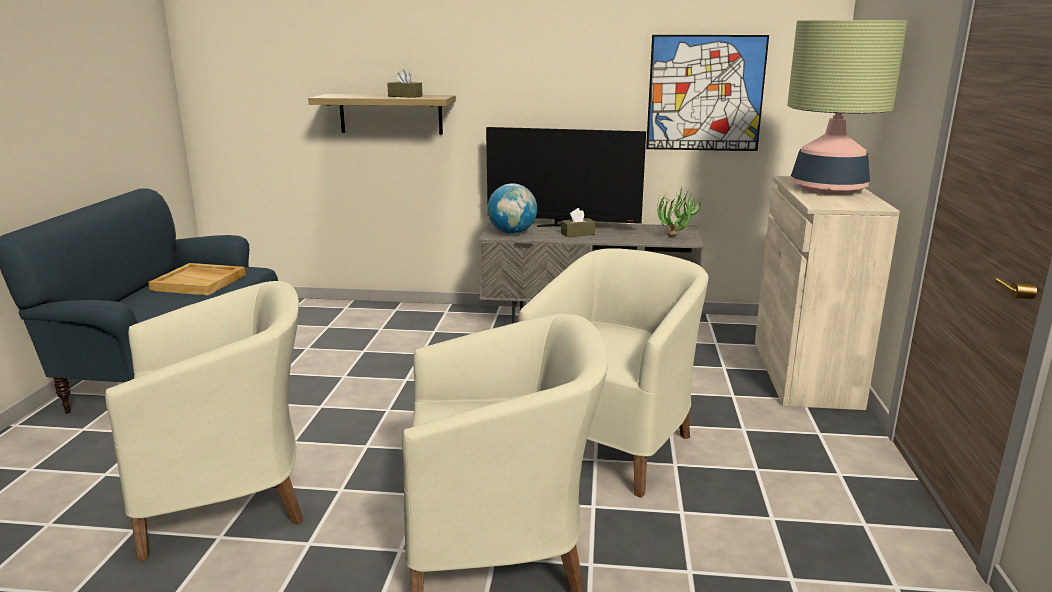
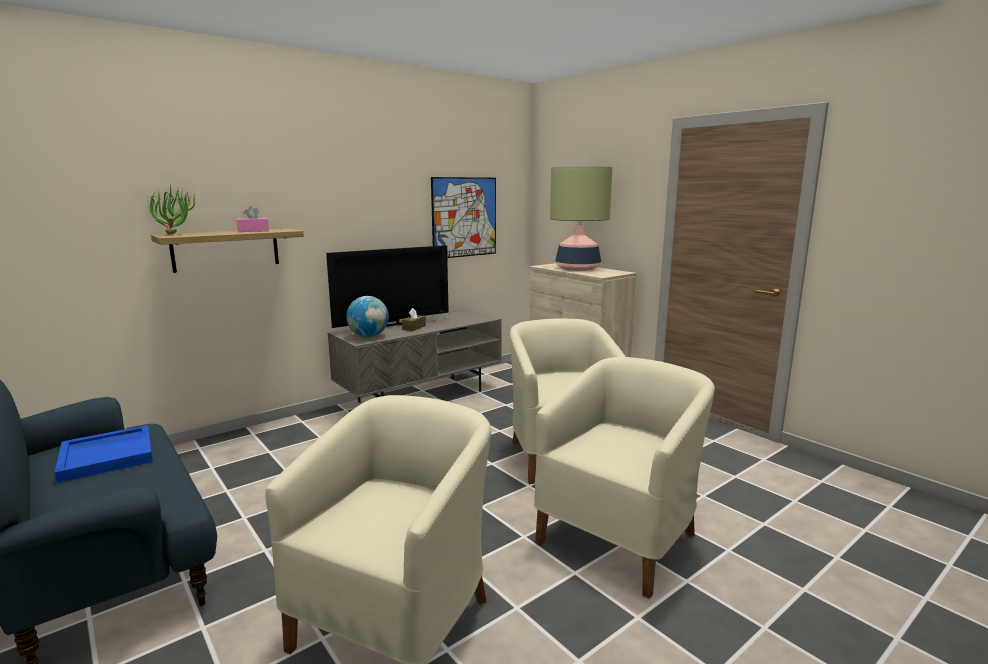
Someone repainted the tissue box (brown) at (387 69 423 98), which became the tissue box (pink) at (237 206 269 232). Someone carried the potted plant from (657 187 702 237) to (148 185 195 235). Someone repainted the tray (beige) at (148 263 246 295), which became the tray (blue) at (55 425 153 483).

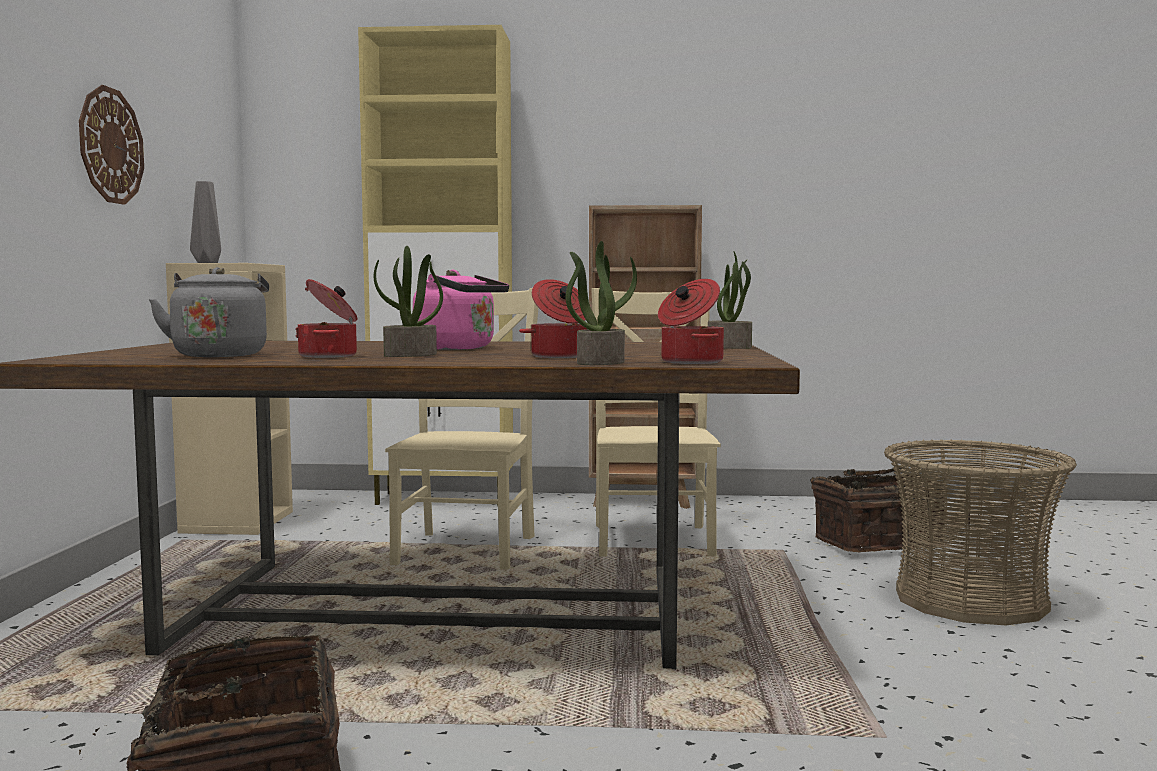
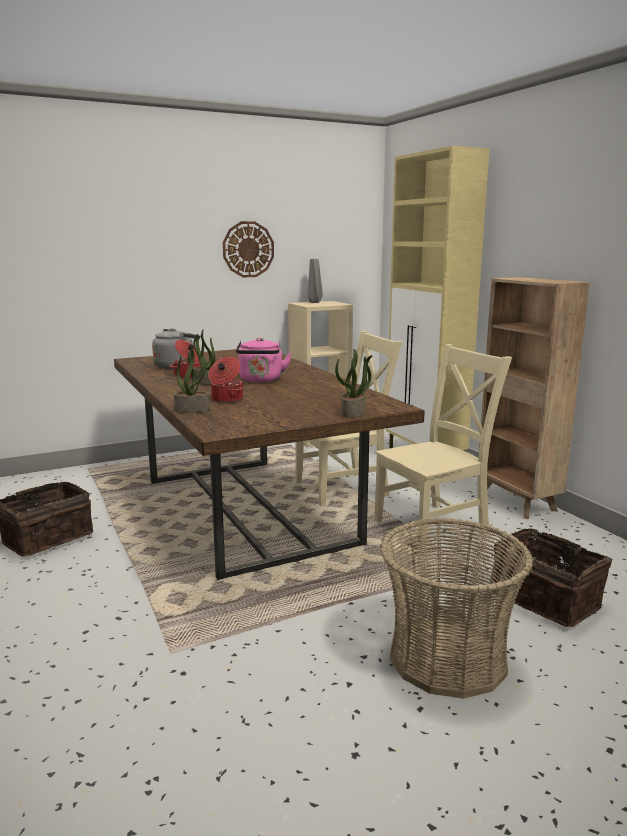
Someone took away the cooking pot at (658 279 724 364).

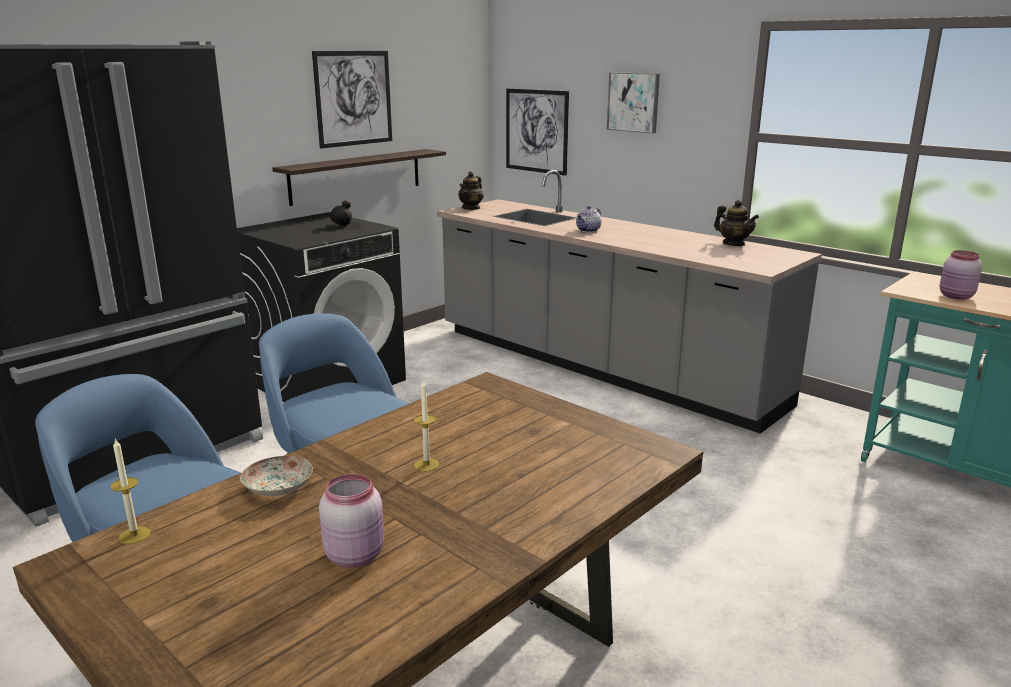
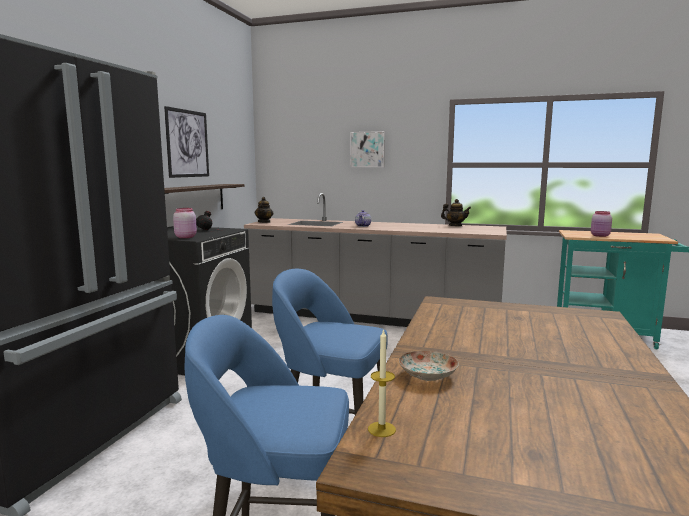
Someone took away the picture at (506 88 569 176). Someone took away the candle at (414 380 439 471). Someone carried the jar (pink) from (319 474 384 568) to (173 208 197 238).

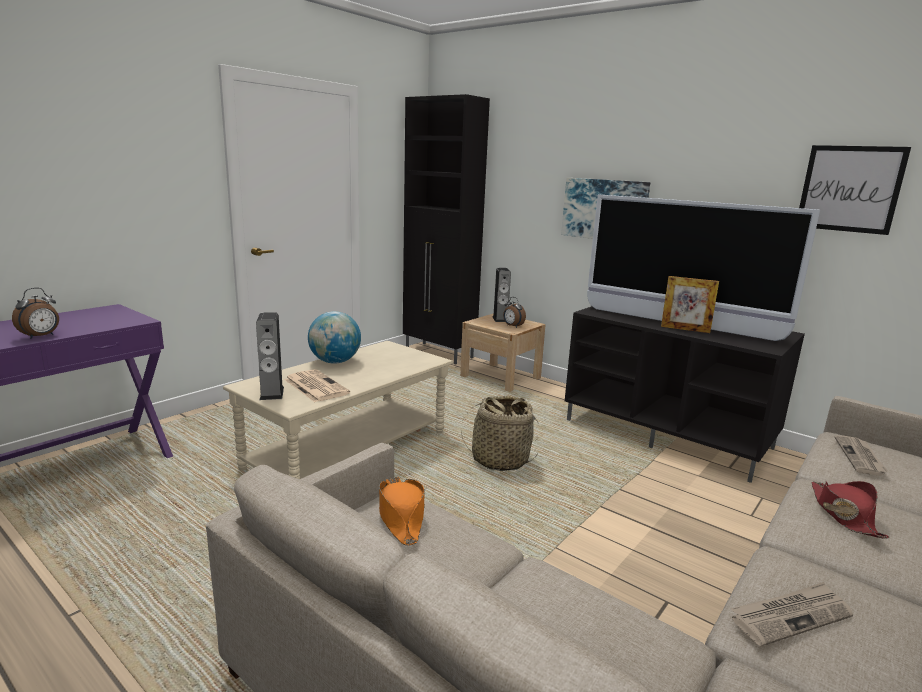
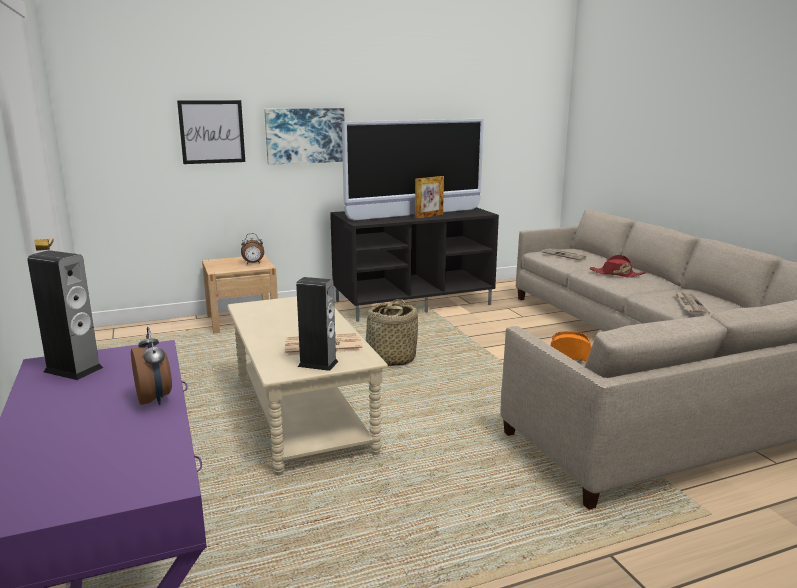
Someone took away the cabinet (black) at (403 94 490 365). Someone carried the picture from (799 145 911 235) to (177 100 245 164). Someone carried the speaker from (492 268 511 322) to (27 250 103 380). Someone took away the globe at (308 311 361 363).

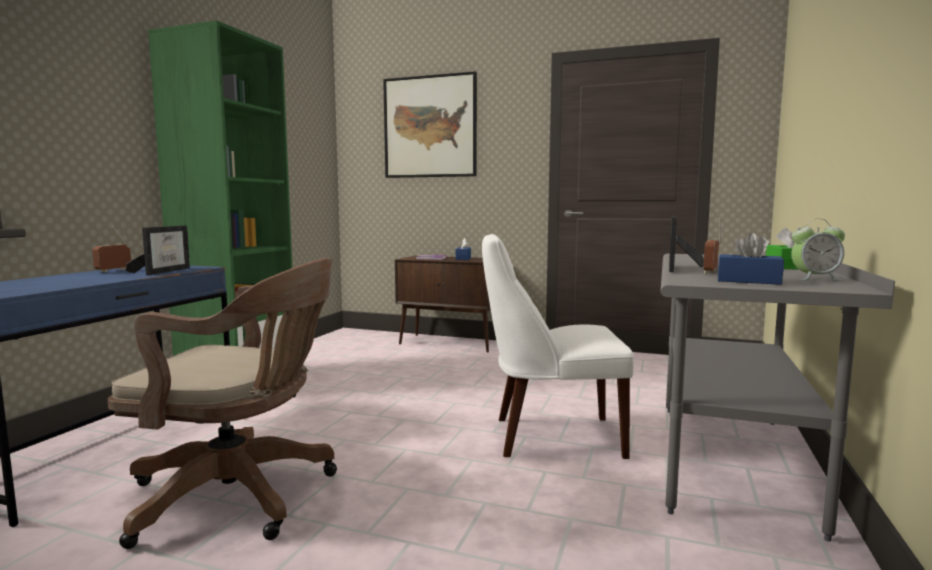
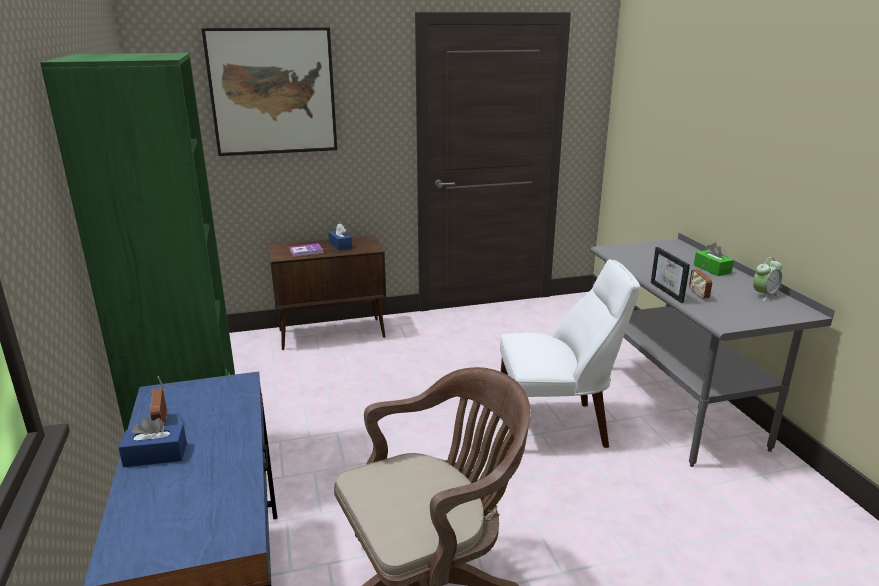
Someone took away the picture frame at (125 225 190 275). Someone carried the tissue box (blue) from (718 233 784 285) to (118 416 187 467). Someone rotated the chair (white) at (482 234 634 459) by 150 degrees counterclockwise.

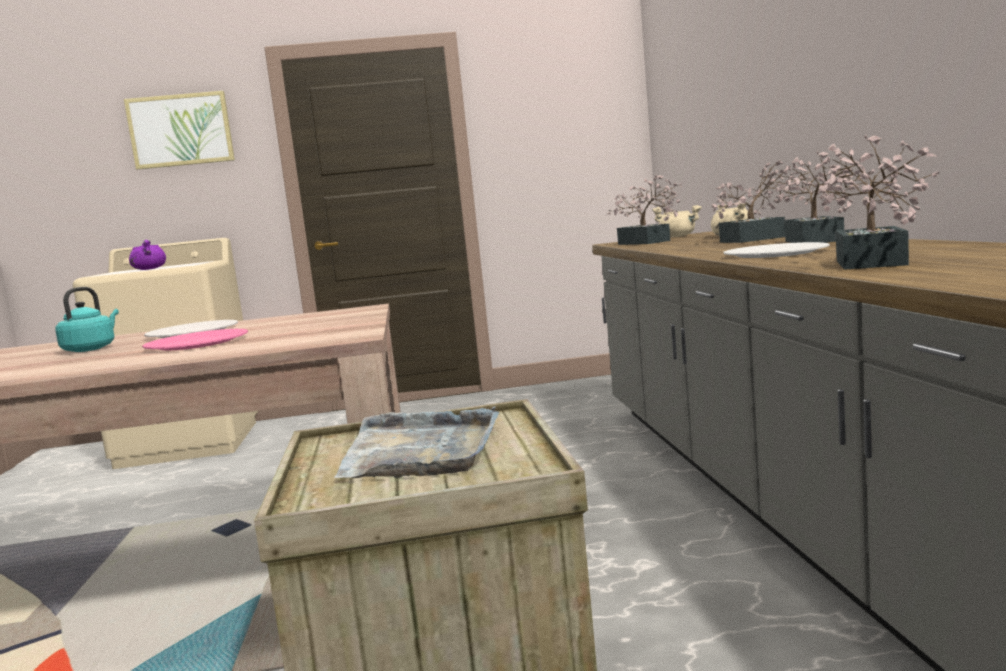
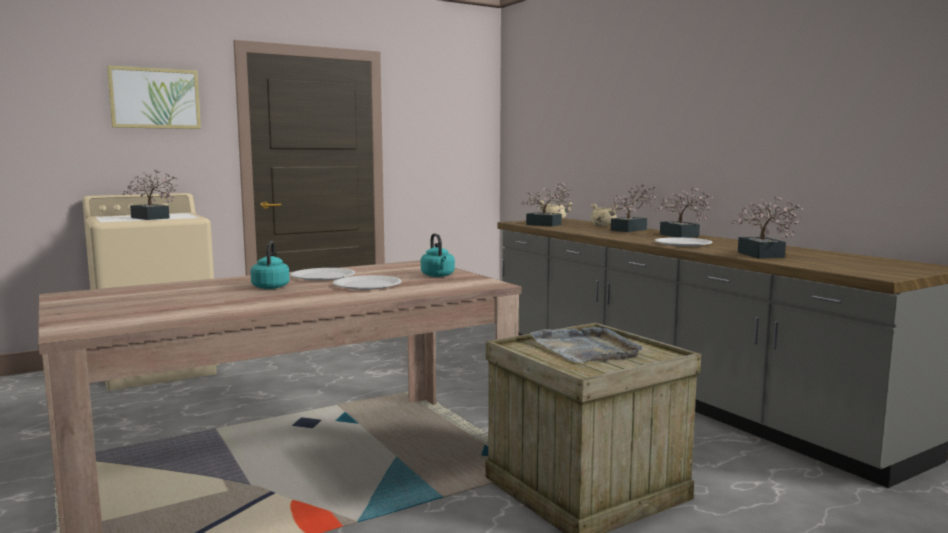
Someone swapped the cooking pot (purple) at (129 240 166 270) for the potted plant at (122 170 179 220). Someone repainted the plate (pink) at (142 329 248 351), which became the plate (white) at (333 275 402 290). Someone put down the kettle (turquoise) at (421 233 455 277).

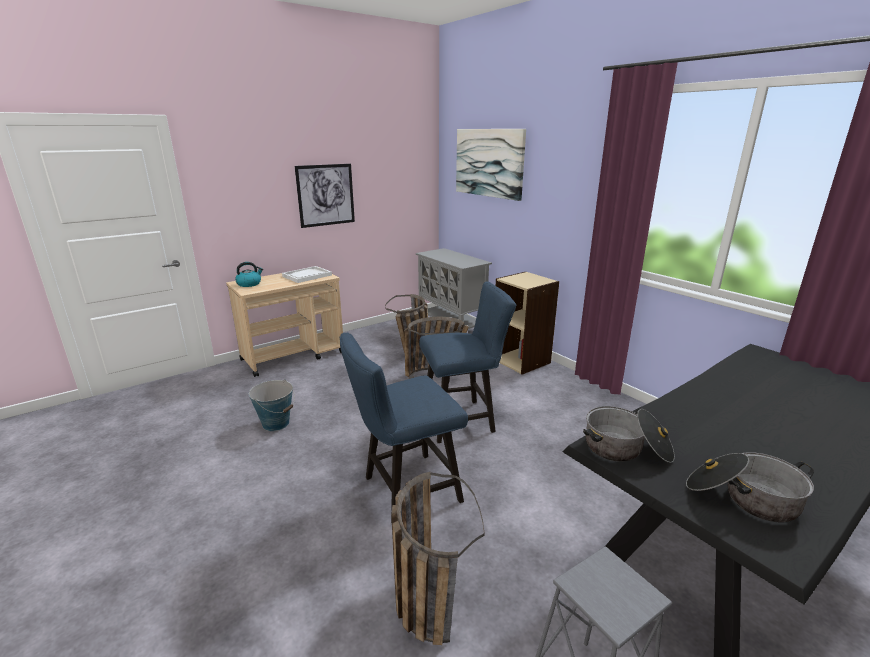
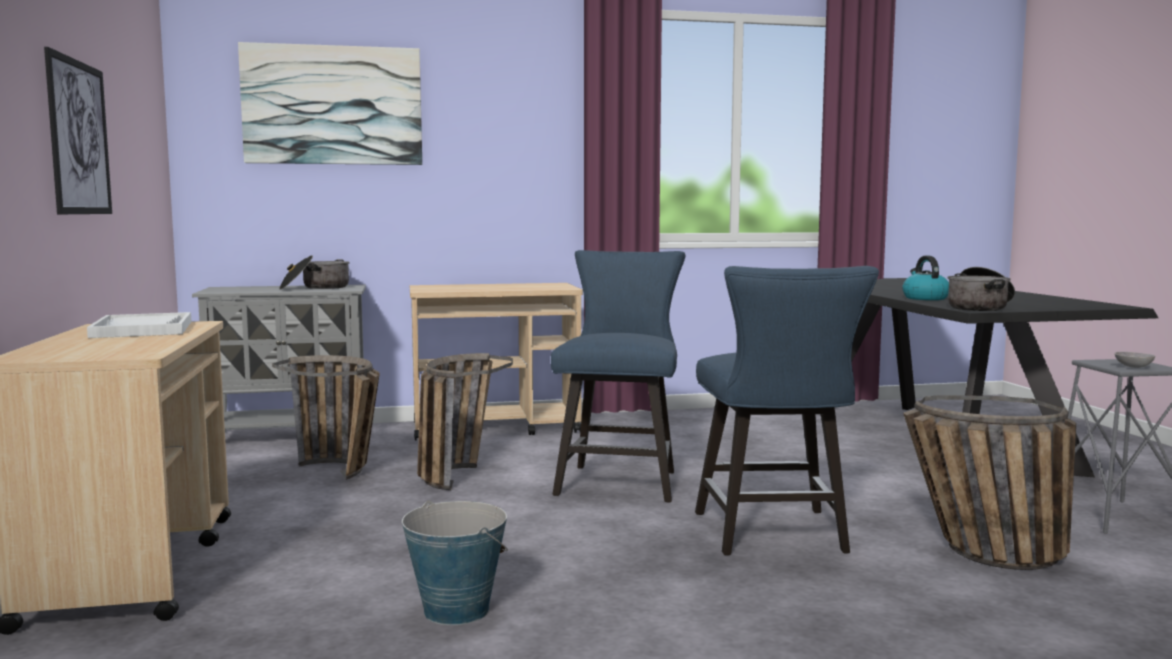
Someone carried the kettle from (235 262 263 287) to (902 256 949 300). Someone swapped the bookcase (beige) at (496 272 559 374) for the cart (beige) at (410 283 583 441). Someone carried the cooking pot from (686 452 814 523) to (279 255 350 289). Someone put down the bowl (grey) at (1114 352 1155 368).

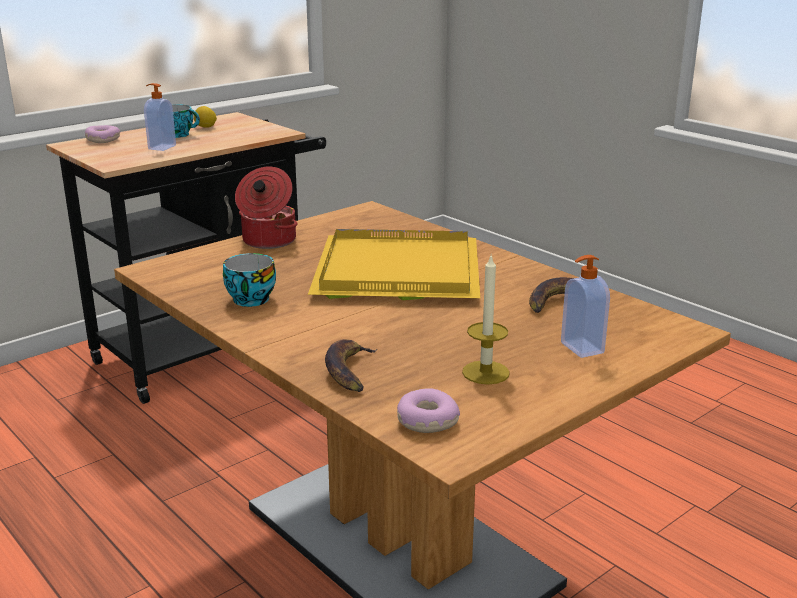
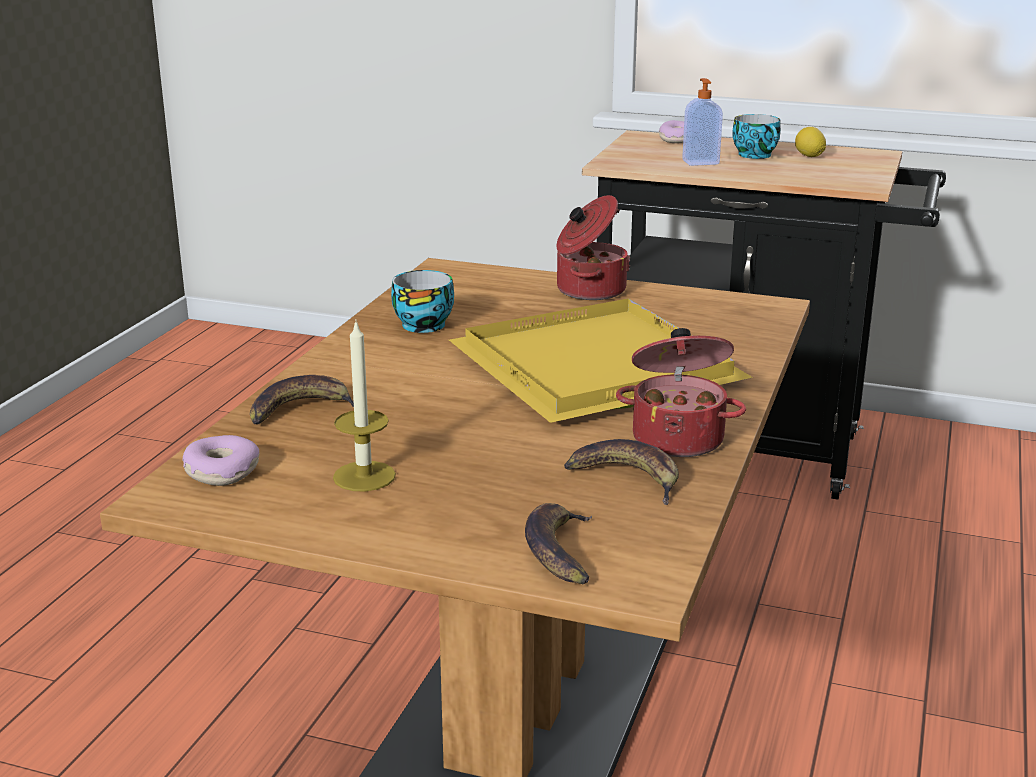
Someone took away the soap dispenser at (561 255 610 358). Someone put down the cooking pot at (616 328 746 457). Someone put down the banana at (525 503 592 585).

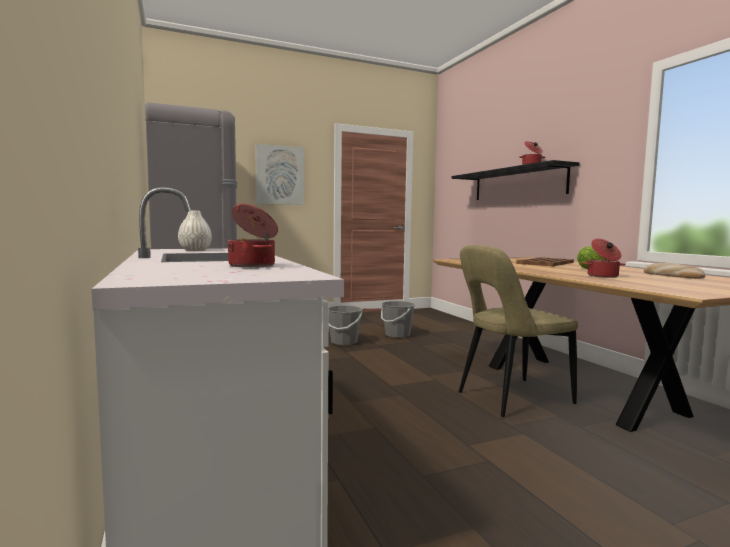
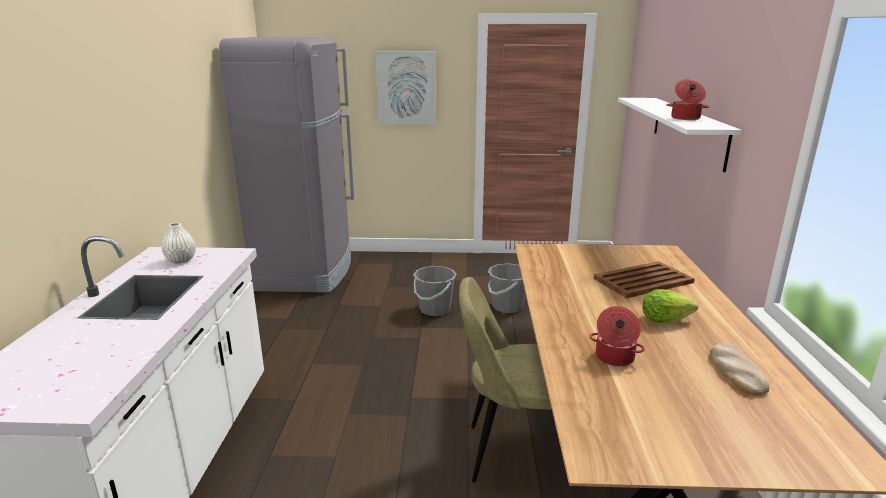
Someone repainted the shelf (black) at (452 160 580 200), which became the shelf (white) at (618 98 742 172). Someone took away the cooking pot at (227 204 278 268).

